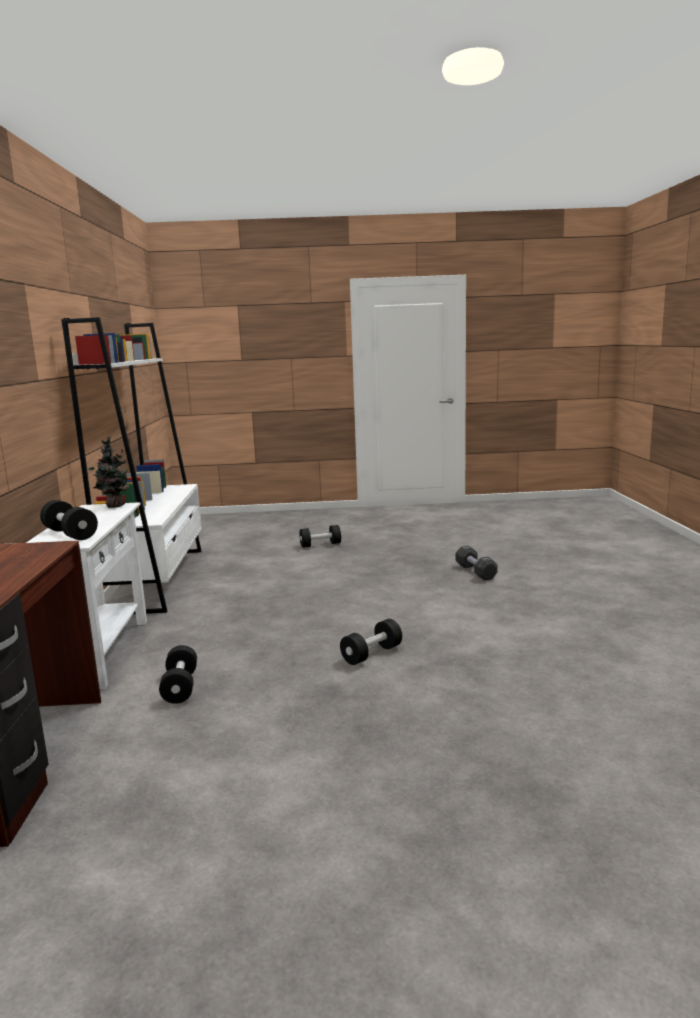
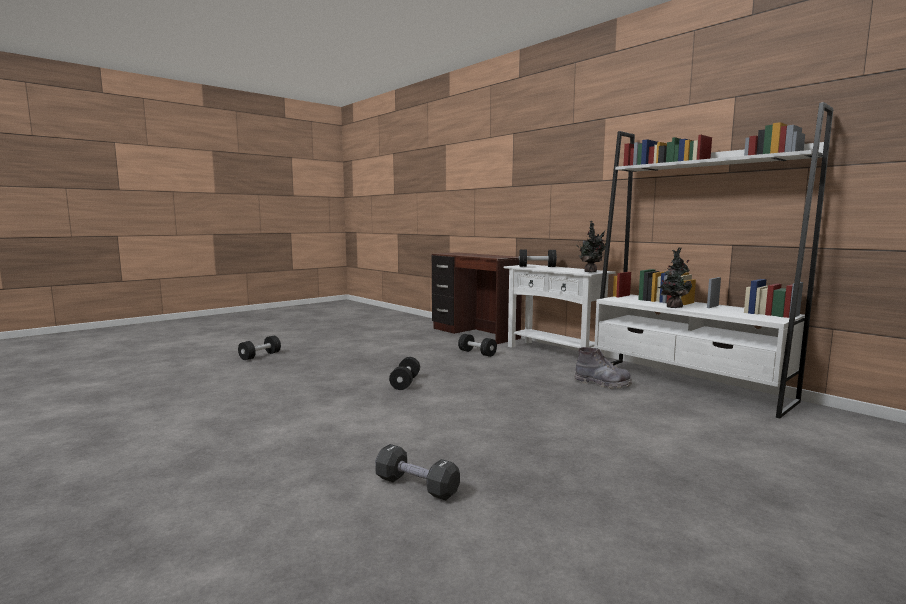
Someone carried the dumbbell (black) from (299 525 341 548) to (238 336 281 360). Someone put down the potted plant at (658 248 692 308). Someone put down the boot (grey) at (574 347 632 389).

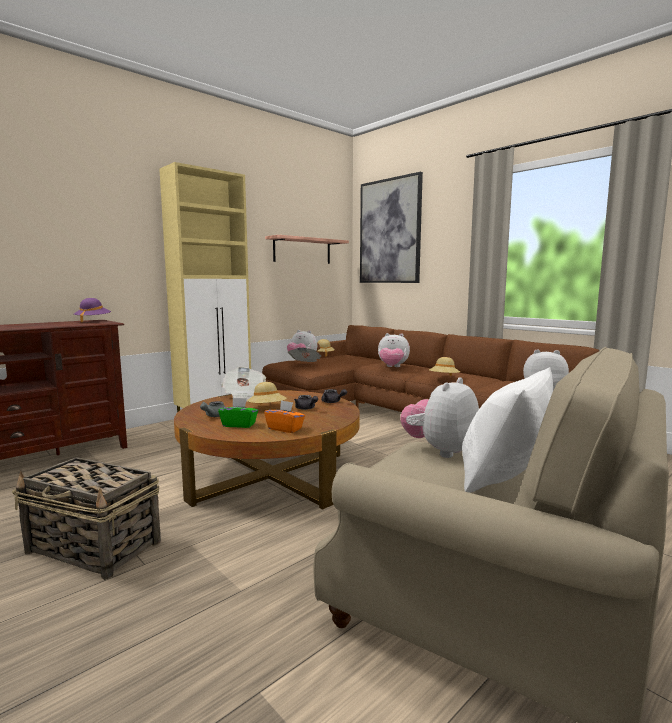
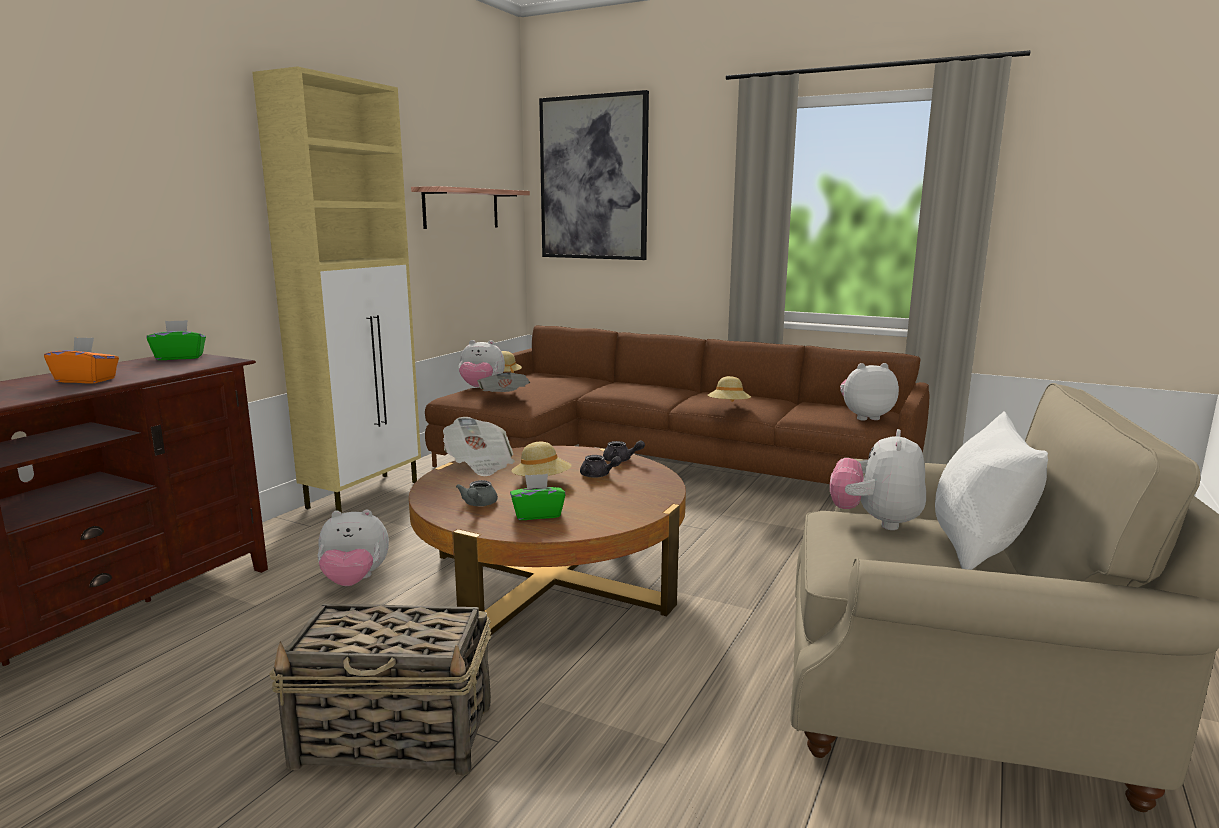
Someone swapped the hat (purple) at (74 298 111 323) for the tissue box (green) at (147 320 206 360). Someone carried the plush toy from (378 333 410 367) to (317 510 389 586). Someone carried the tissue box (orange) from (264 400 305 433) to (44 337 119 384).

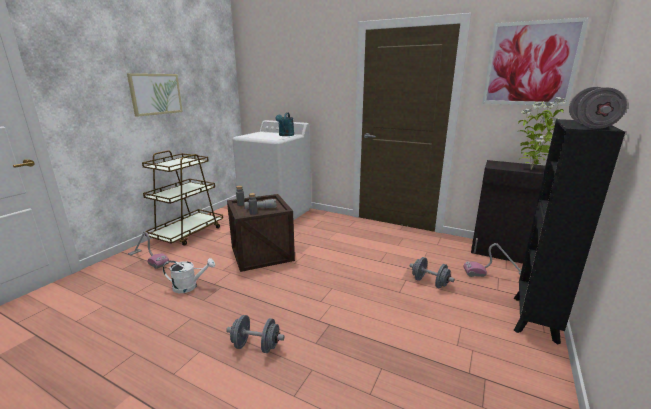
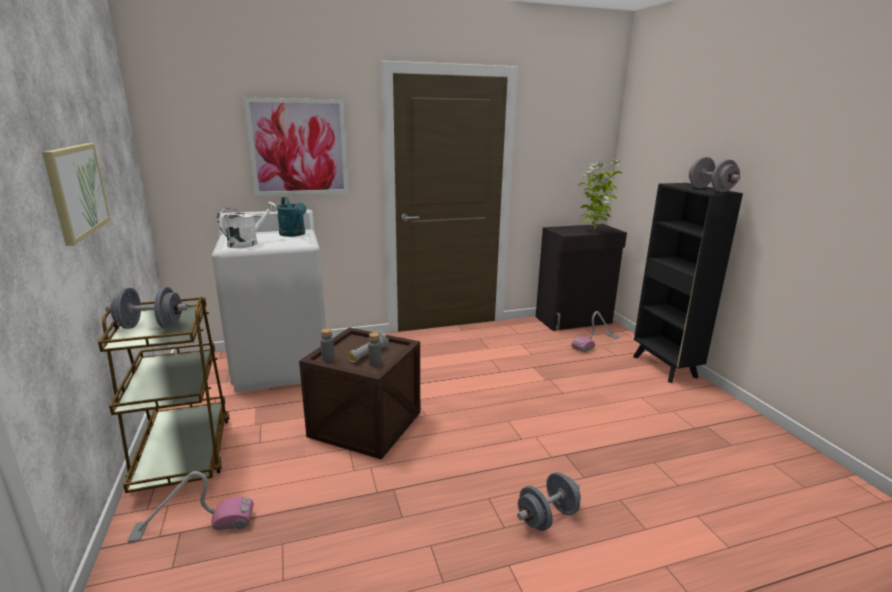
Someone carried the picture from (482 17 589 106) to (244 98 348 196). Someone carried the dumbbell (grey) from (410 257 455 289) to (105 287 188 329). Someone carried the watering can (white) from (163 258 215 293) to (217 201 278 248).

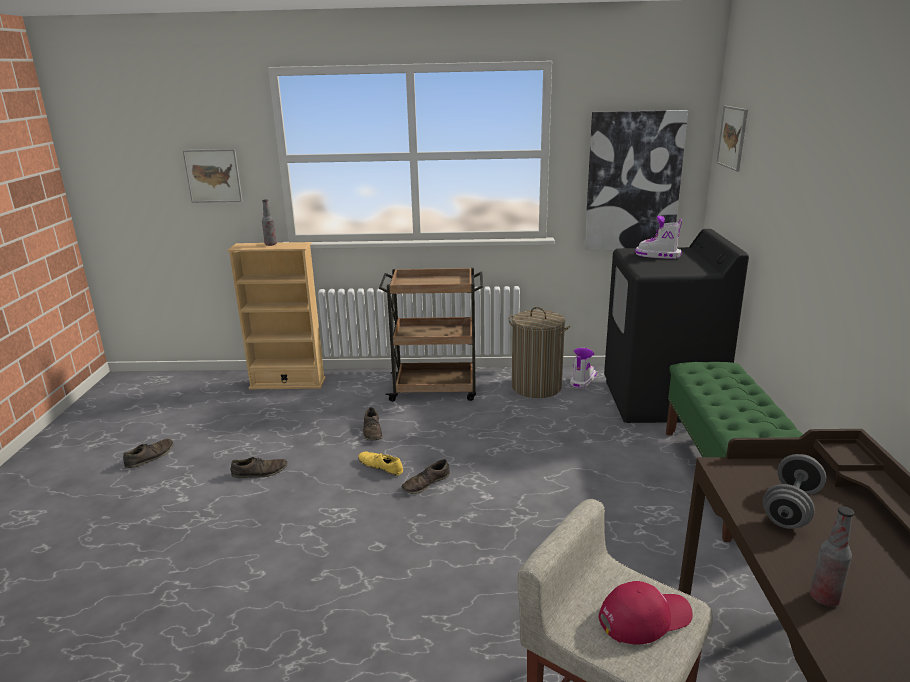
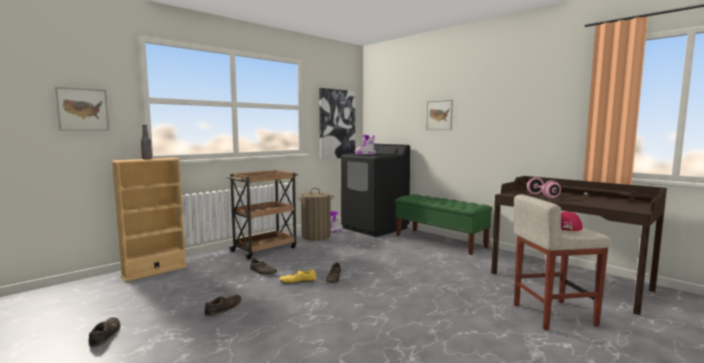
Someone carried the picture from (716 106 748 171) to (426 100 453 130). Someone repainted the dumbbell (grey) at (763 454 826 529), which became the dumbbell (pink) at (527 177 561 198). Someone took away the bottle at (809 506 854 606).

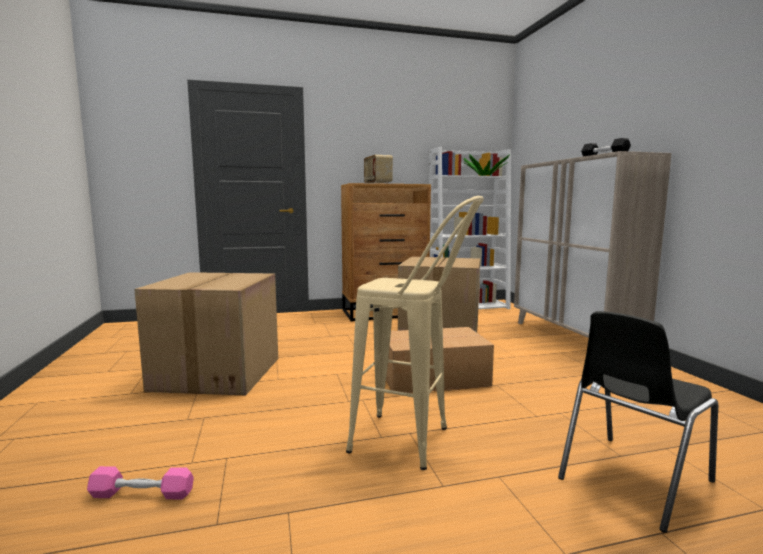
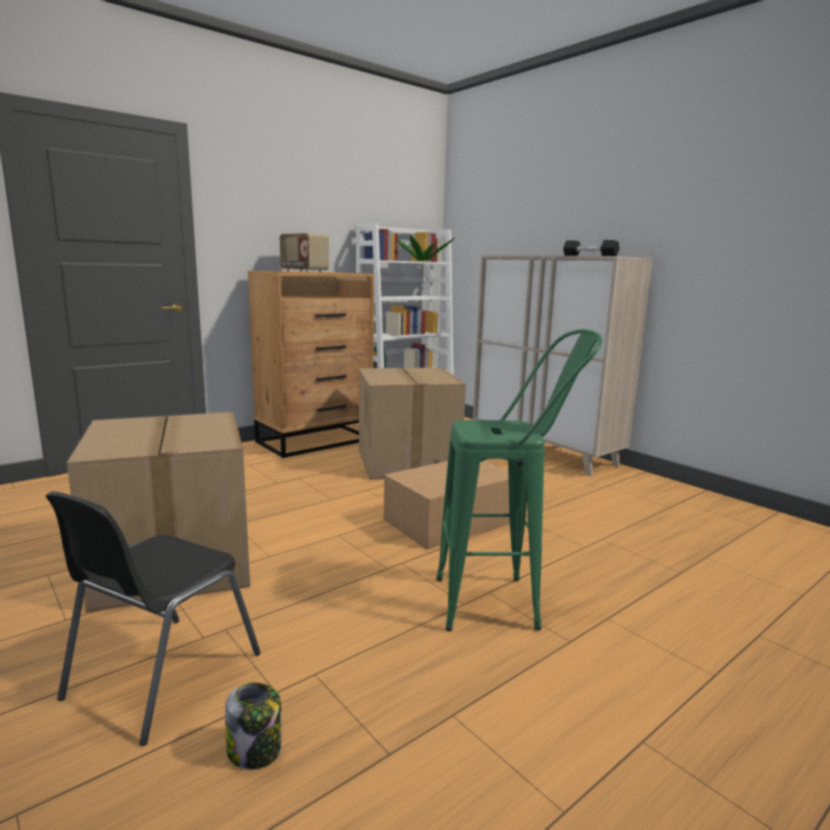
Someone repainted the stool (beige) at (346 196 484 470), which became the stool (green) at (437 329 603 631). Someone carried the chair (black) from (558 311 718 533) to (46 491 261 746). Someone swapped the dumbbell (pink) at (87 466 194 500) for the jar at (225 682 281 770).

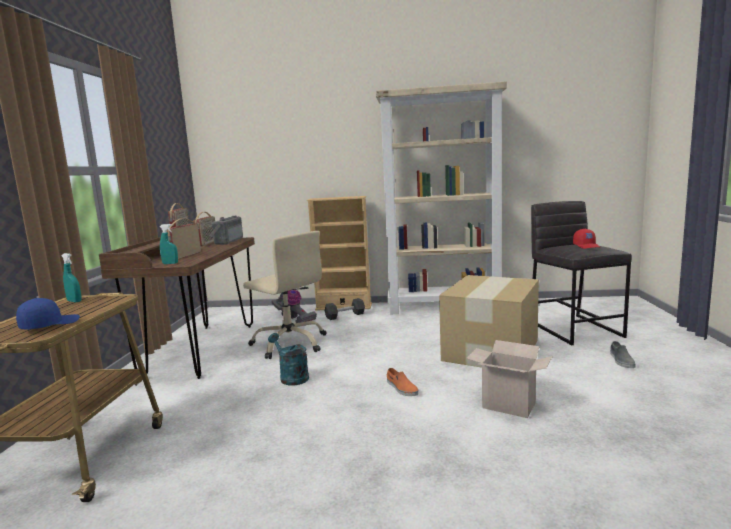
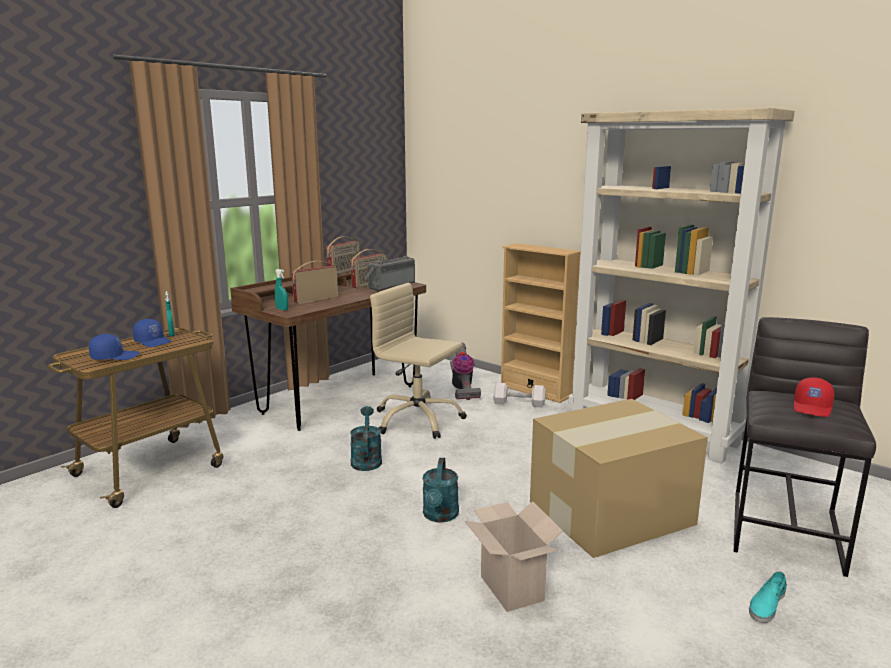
Someone rotated the office chair (beige) at (243 231 327 359) by 135 degrees clockwise. Someone repainted the dumbbell (black) at (325 298 365 320), which became the dumbbell (white) at (493 383 545 407). Someone repainted the shoe (grey) at (610 341 636 368), which became the shoe (turquoise) at (749 571 787 623). Someone swapped the shoe (orange) at (387 368 419 396) for the watering can (turquoise) at (422 458 459 522). Someone put down the cap (blue) at (133 319 171 347).

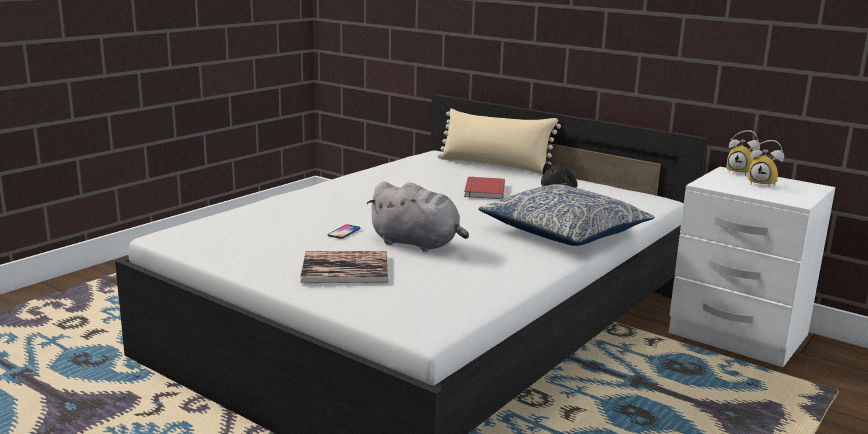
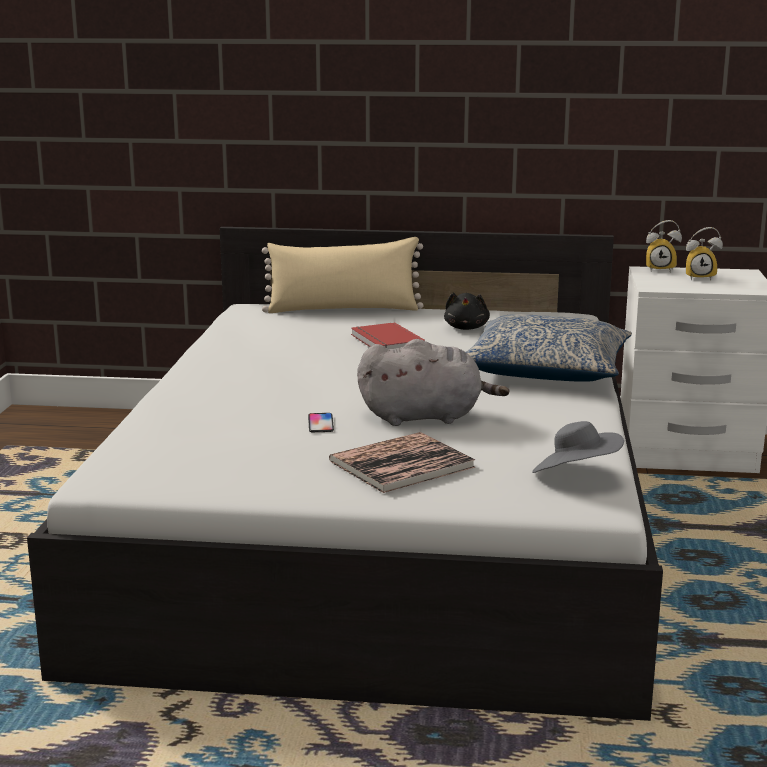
Someone put down the hat (grey) at (532 421 624 473).

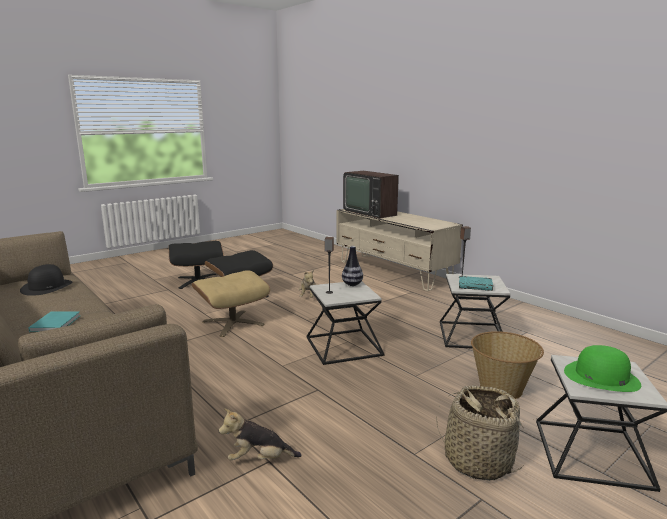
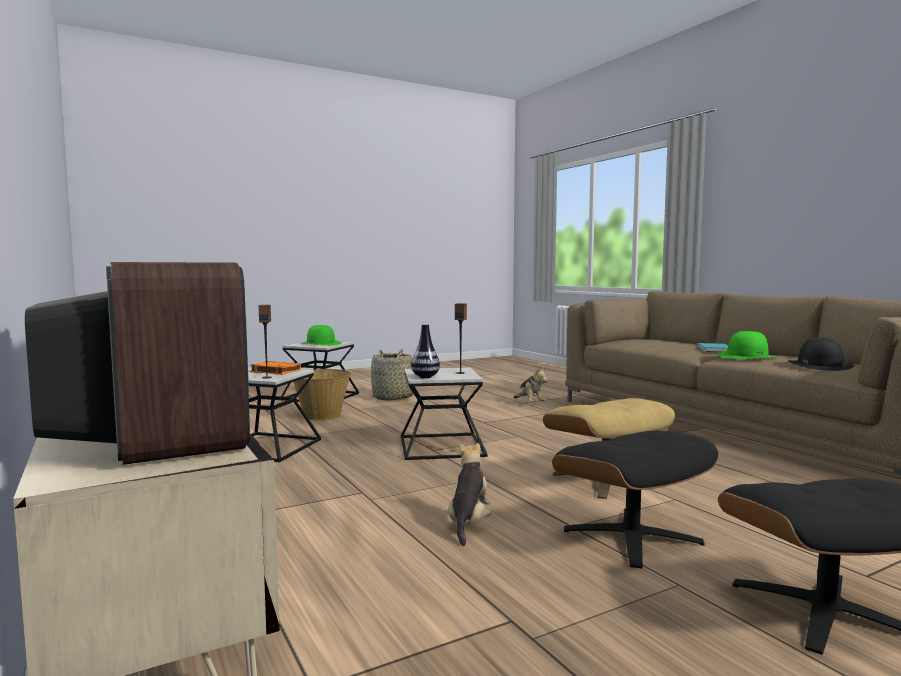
Someone repainted the book (turquoise) at (459 276 493 291), which became the book (orange) at (250 361 301 375). Someone rotated the plush toy at (219 408 302 460) by 60 degrees clockwise. Someone put down the hat (green) at (718 331 776 359).

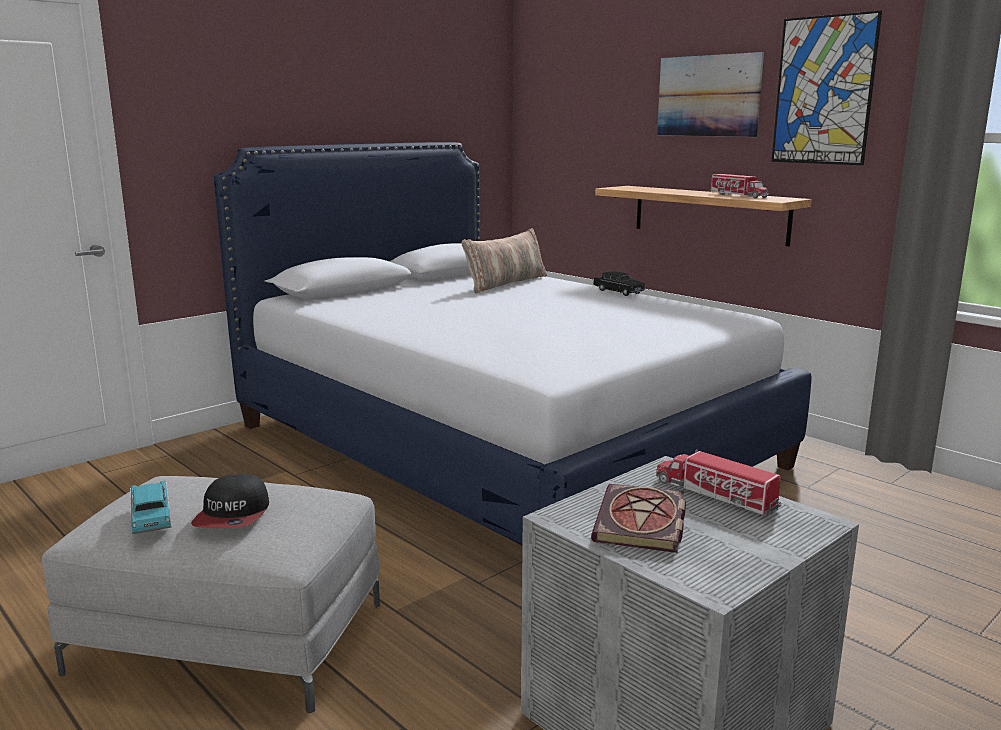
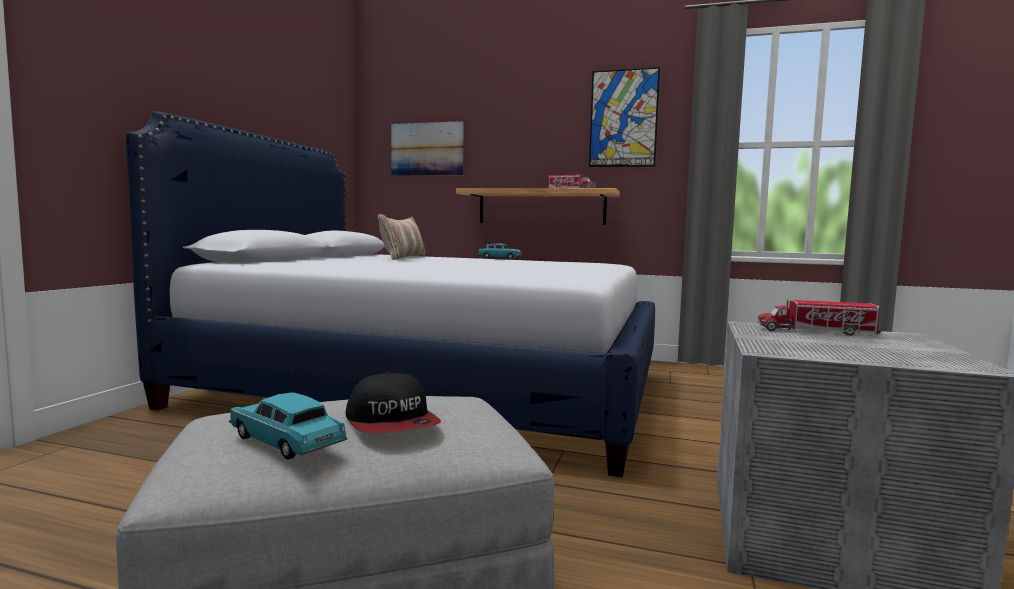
Someone carried the picture from (657 52 764 137) to (391 121 464 176). Someone repainted the toy car (black) at (593 271 645 296), which became the toy car (turquoise) at (479 244 522 260). Someone took away the book at (591 484 686 553).

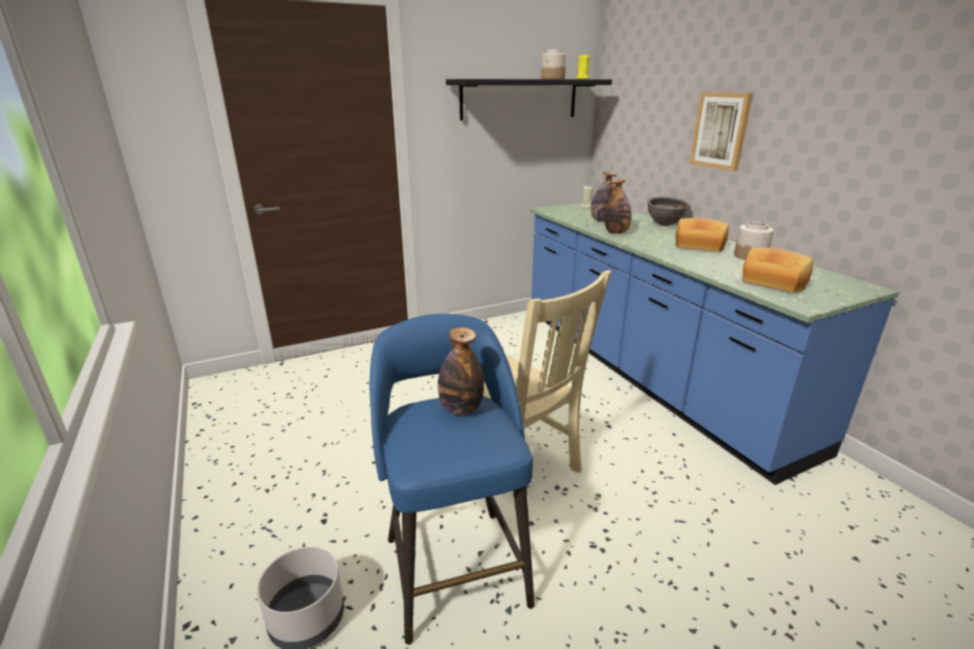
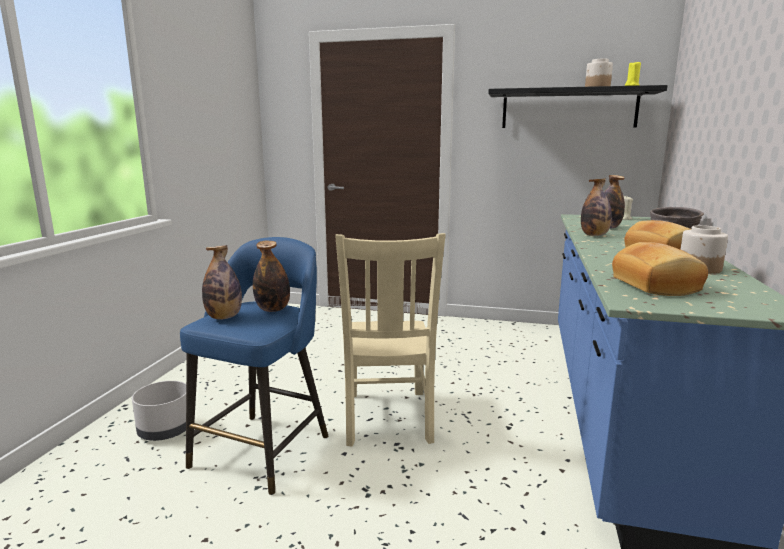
Someone took away the picture at (690 92 753 171). Someone put down the bottle at (202 245 242 319).

